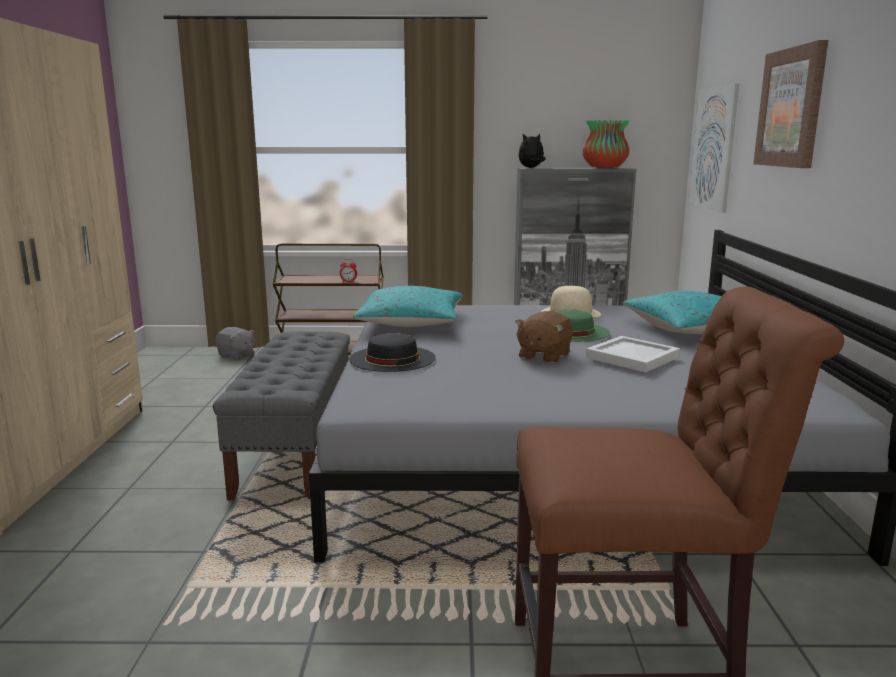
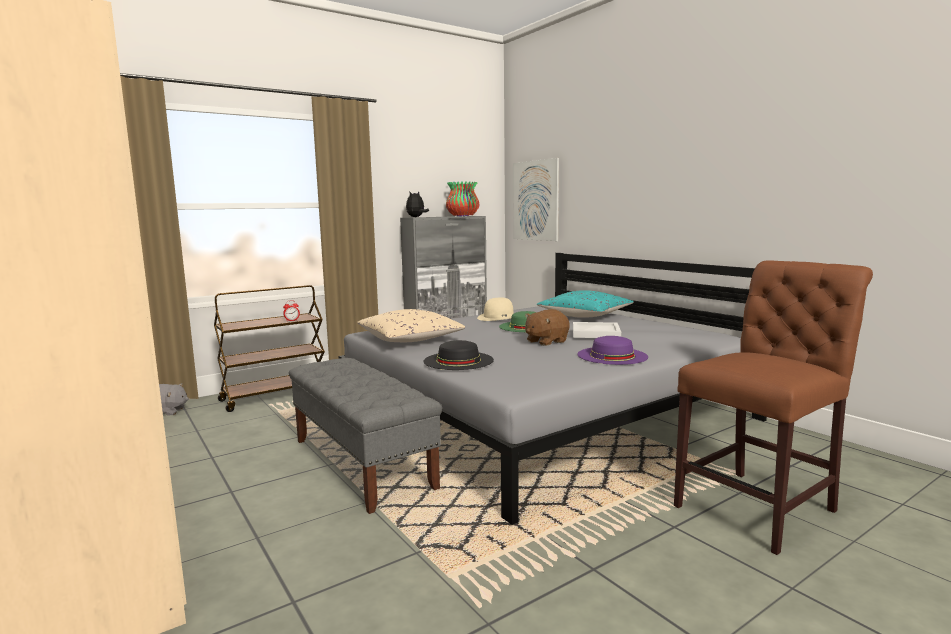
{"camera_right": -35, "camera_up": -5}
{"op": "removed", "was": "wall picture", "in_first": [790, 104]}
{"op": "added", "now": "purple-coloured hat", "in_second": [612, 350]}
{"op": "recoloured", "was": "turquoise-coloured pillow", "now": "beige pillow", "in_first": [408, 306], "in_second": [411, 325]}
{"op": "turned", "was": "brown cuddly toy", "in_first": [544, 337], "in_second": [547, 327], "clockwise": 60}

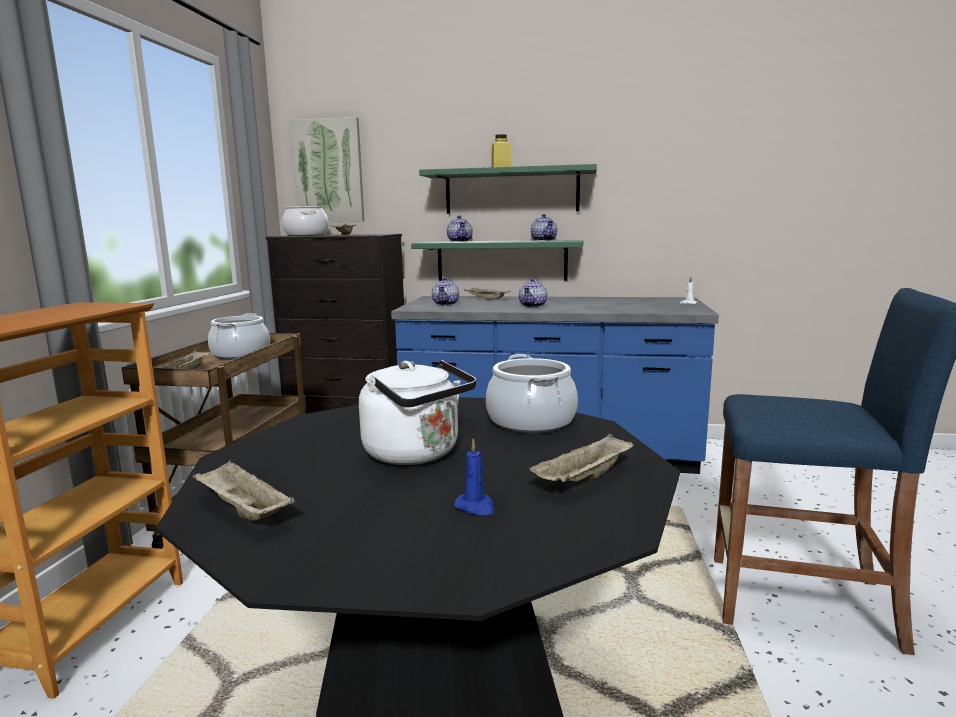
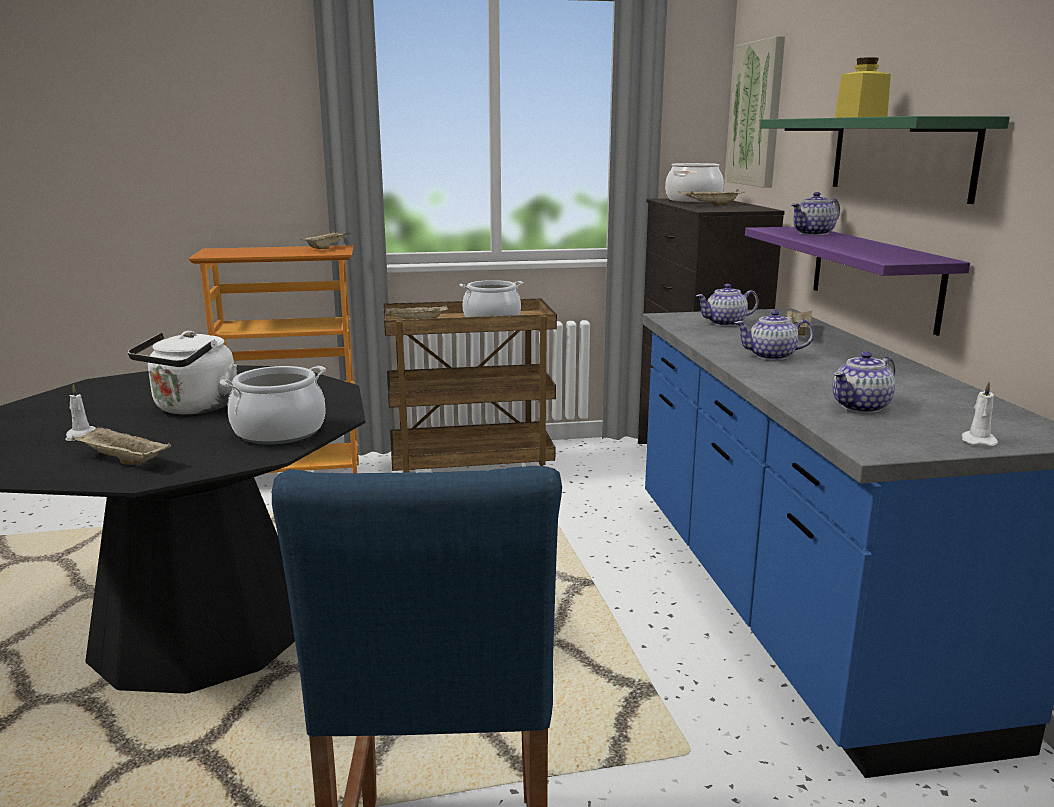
{"camera_right": 70, "camera_up": 5}
{"op": "moved", "was": "beige tray", "in_first": [244, 491], "in_second": [325, 239]}
{"op": "moved", "was": "tea pot", "in_first": [544, 227], "in_second": [864, 382]}
{"op": "recoloured", "was": "greenish bracket shelf", "now": "purple-coloured bracket shelf", "in_first": [497, 260], "in_second": [857, 281]}
{"op": "recoloured", "was": "blue wax candle", "now": "whitish wax candle", "in_first": [474, 476], "in_second": [80, 413]}

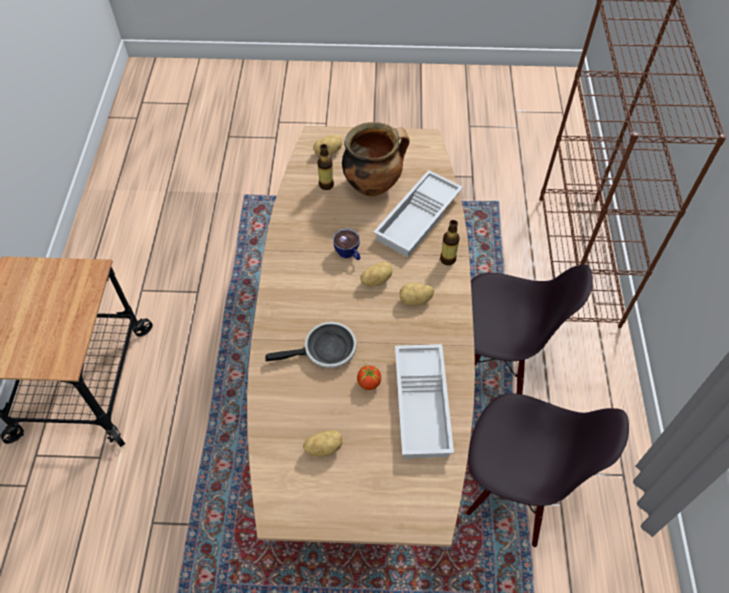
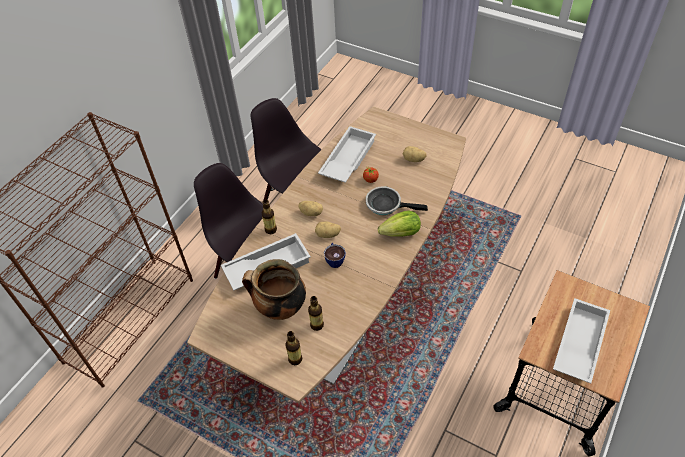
{"camera_right": -150, "camera_up": -5}
{"op": "added", "now": "lettuce", "in_second": [399, 223]}
{"op": "added", "now": "whitish tray", "in_second": [581, 340]}
{"op": "replaced", "was": "whole potato", "now": "beverage bottle", "in_first": [327, 145], "in_second": [293, 348]}

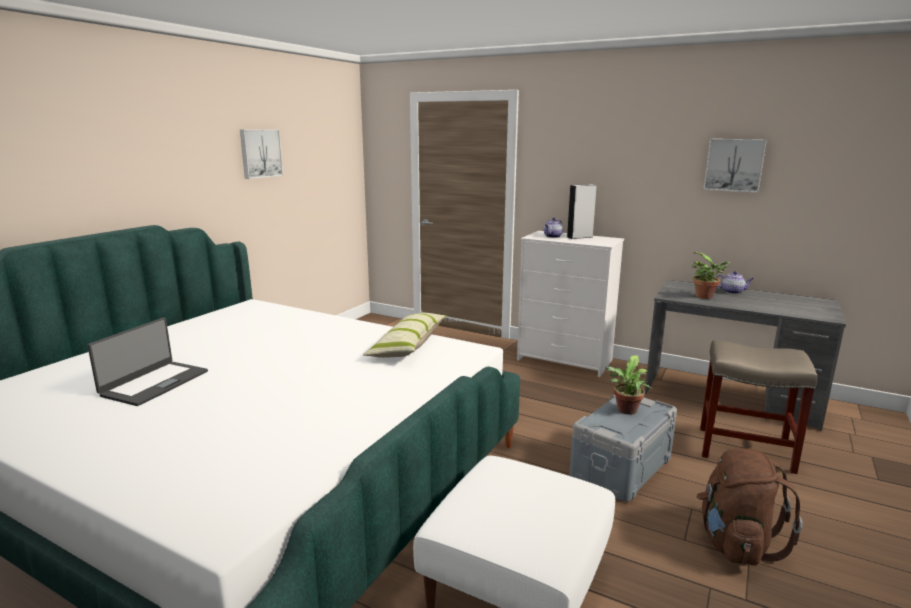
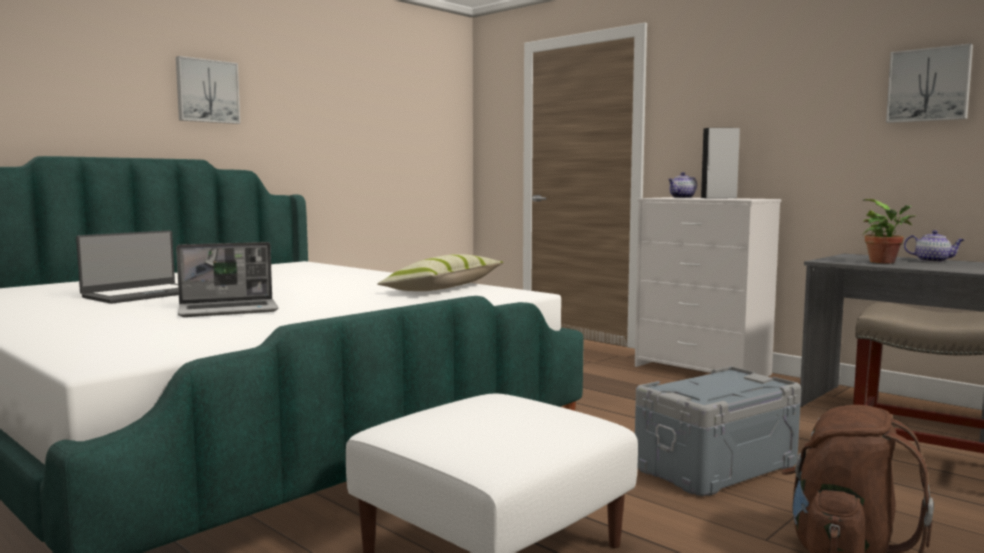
{"camera_right": 15, "camera_up": -10}
{"op": "removed", "was": "houseplant", "in_first": [629, 385]}
{"op": "added", "now": "portable computer", "in_second": [227, 279]}
{"op": "moved", "was": "wall picture", "in_first": [261, 154], "in_second": [208, 90]}

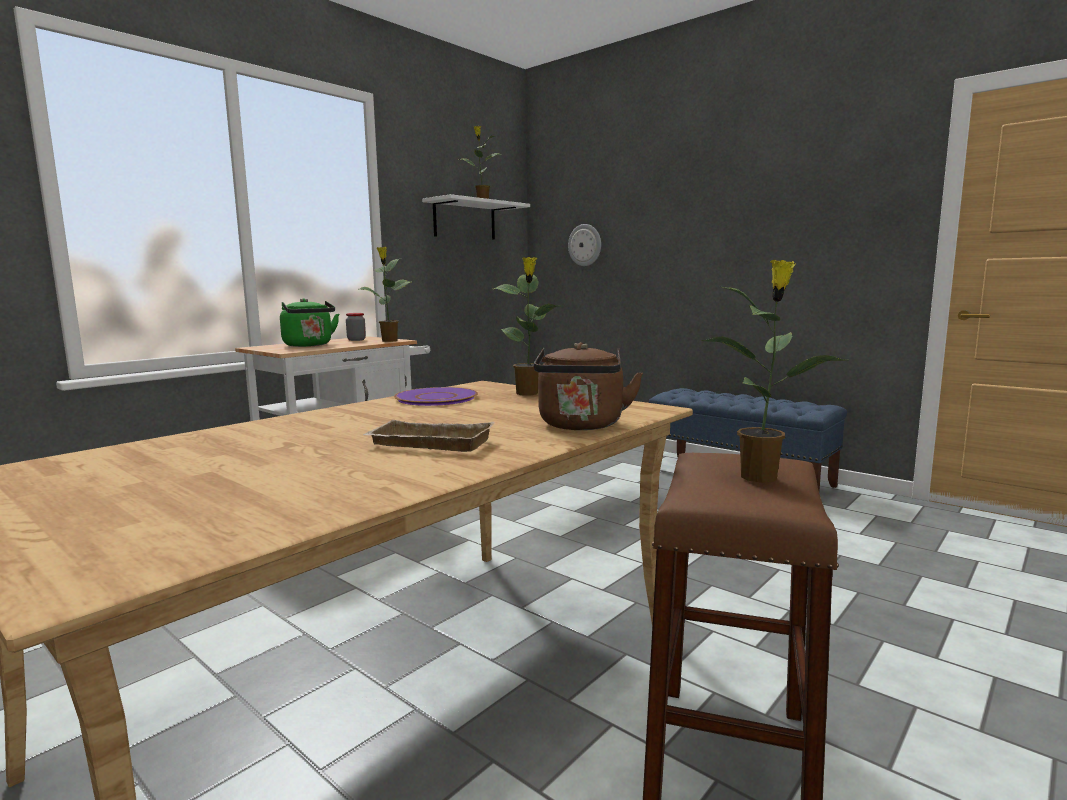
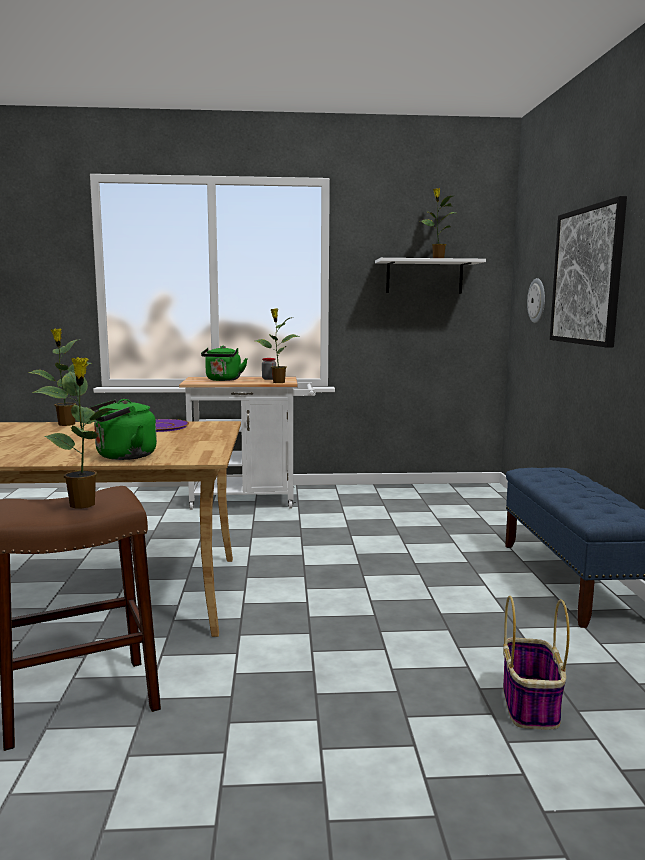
{"camera_right": 45, "camera_up": 0}
{"op": "removed", "was": "beige tray", "in_first": [428, 436]}
{"op": "added", "now": "storage basket", "in_second": [536, 663]}
{"op": "added", "now": "wall picture", "in_second": [588, 272]}
{"op": "moved", "was": "houseplant", "in_first": [526, 326], "in_second": [60, 377]}
{"op": "recoloured", "was": "brown tea kettle", "now": "greenish tea kettle", "in_first": [588, 386], "in_second": [123, 429]}

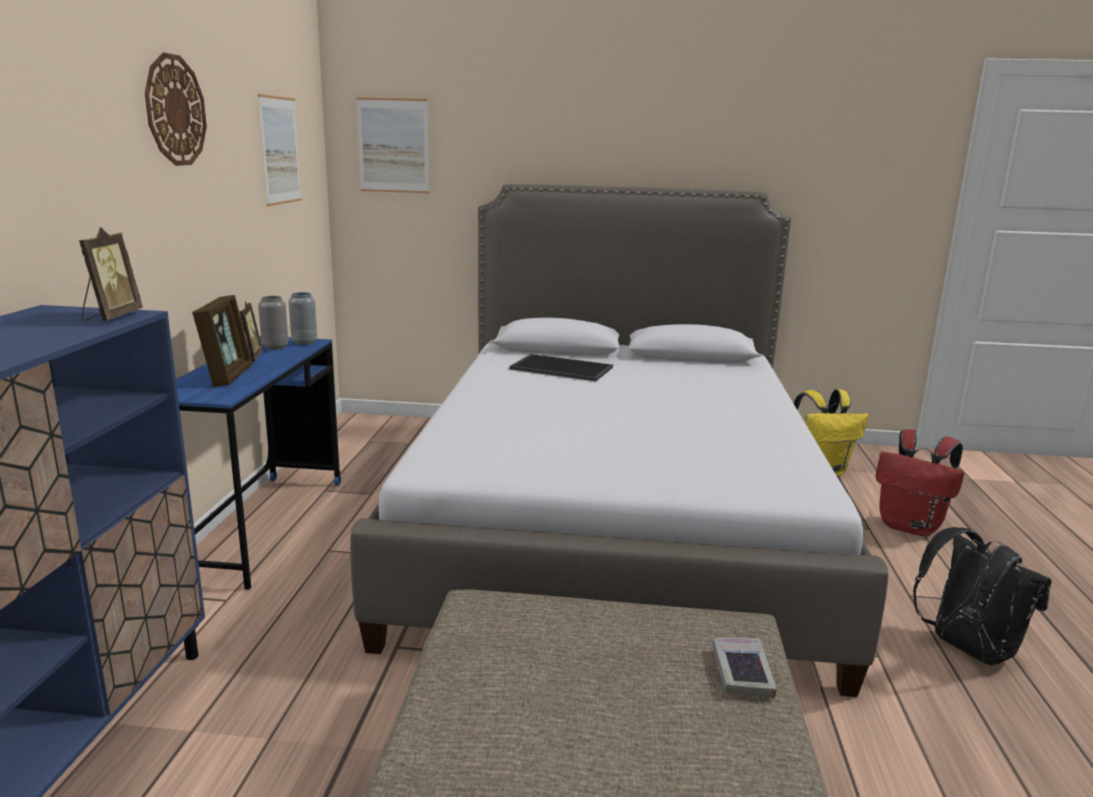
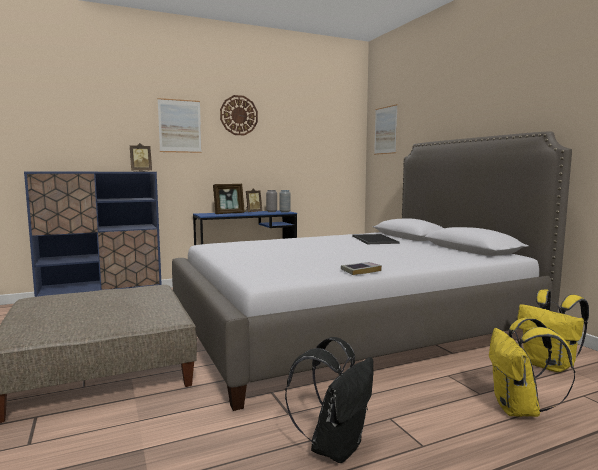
{"camera_right": 60, "camera_up": -10}
{"op": "moved", "was": "wall picture", "in_first": [280, 150], "in_second": [180, 125]}
{"op": "moved", "was": "bound book", "in_first": [744, 667], "in_second": [361, 268]}
{"op": "recoloured", "was": "red-coloured backpack", "now": "yellowish backpack", "in_first": [920, 482], "in_second": [532, 367]}

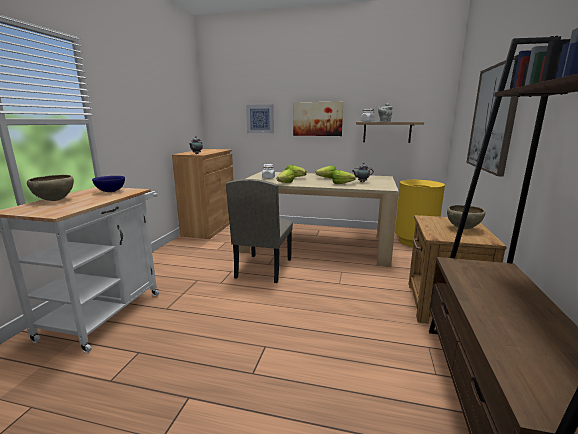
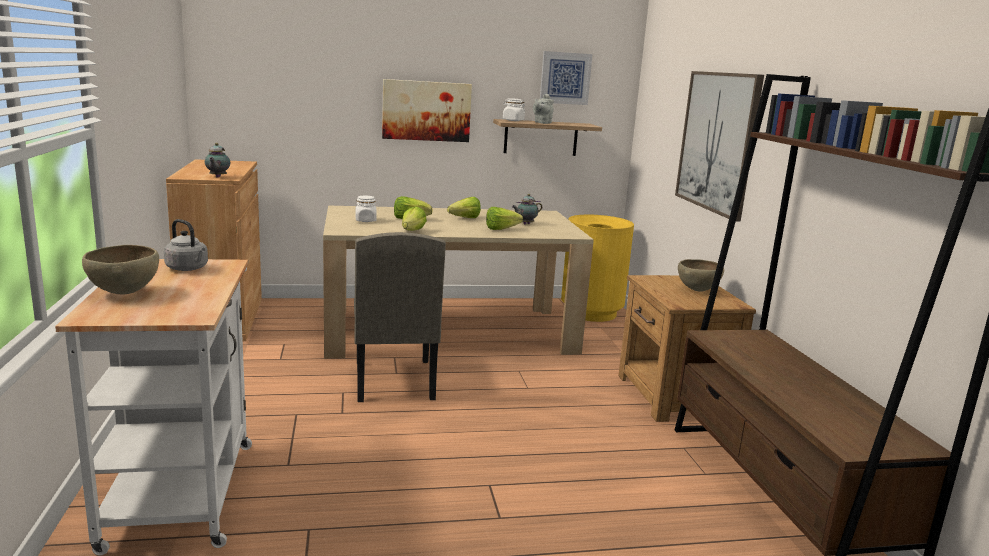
{"camera_right": -25, "camera_up": 0}
{"op": "moved", "was": "wall picture", "in_first": [260, 118], "in_second": [566, 78]}
{"op": "replaced", "was": "blue serving bowl", "now": "greyish tea kettle", "in_first": [108, 184], "in_second": [186, 245]}

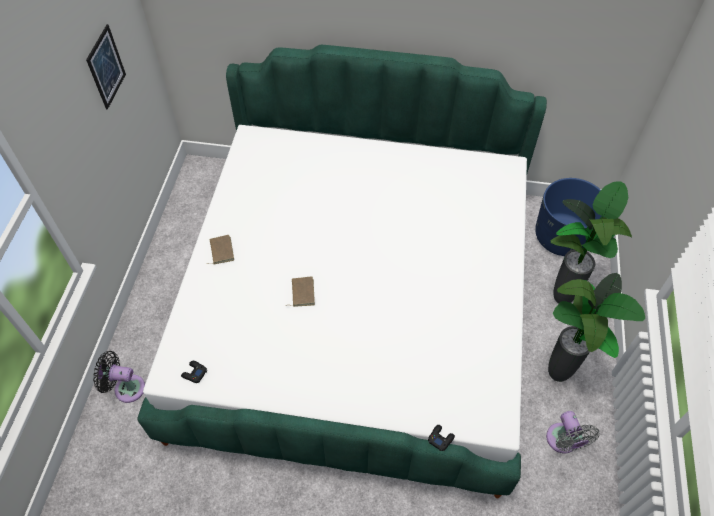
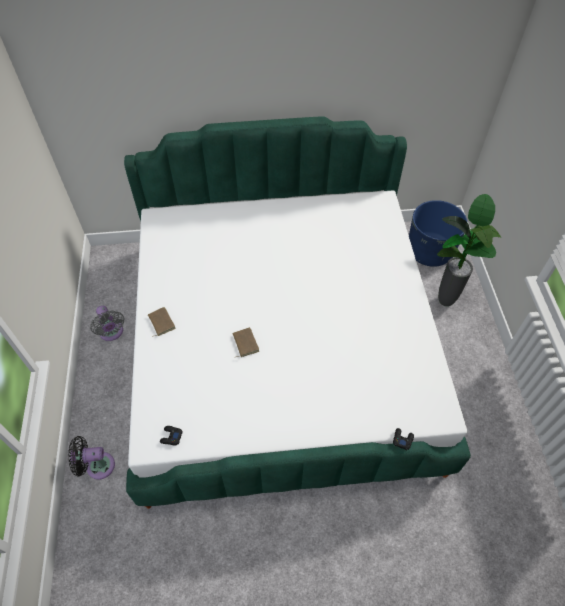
{"camera_right": -15, "camera_up": 0}
{"op": "removed", "was": "wall picture", "in_first": [106, 66]}
{"op": "removed", "was": "houseplant", "in_first": [596, 327]}
{"op": "moved", "was": "greyish fan", "in_first": [573, 432], "in_second": [107, 323]}

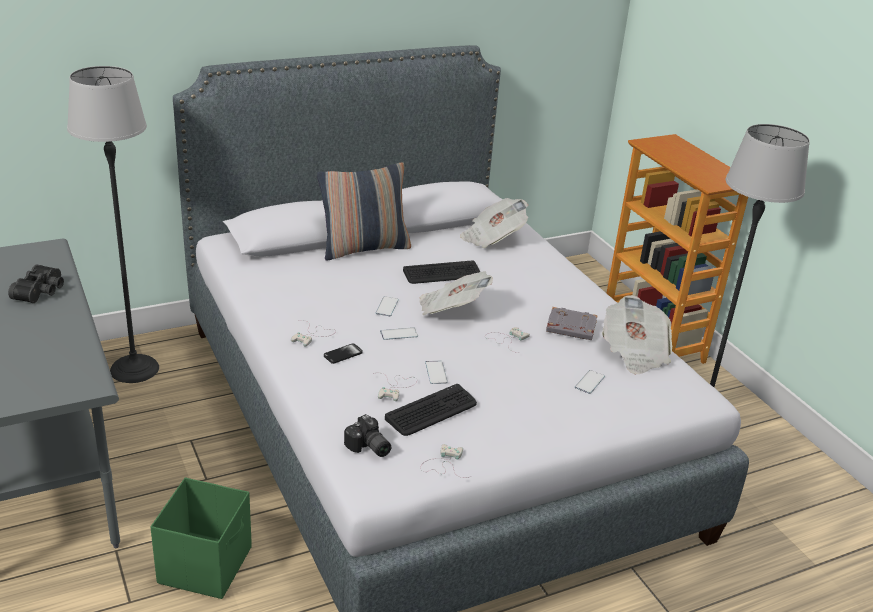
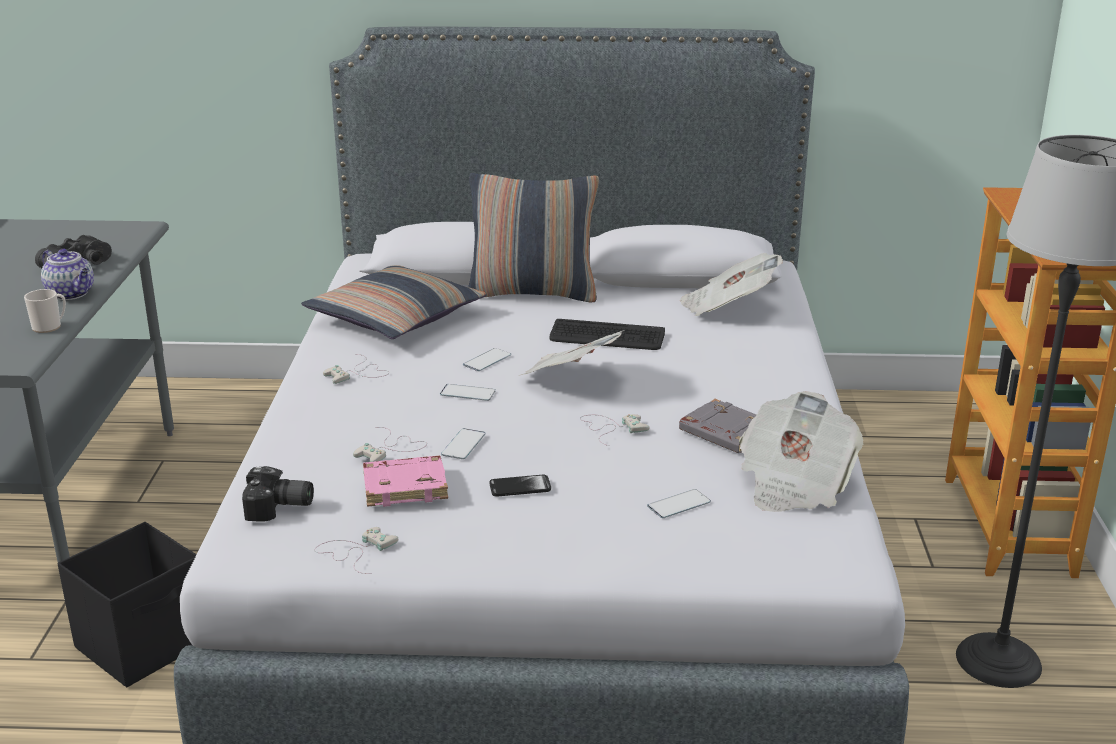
{"camera_right": 30, "camera_up": -5}
{"op": "removed", "was": "standard lamp", "in_first": [113, 224]}
{"op": "added", "now": "coffee mug", "in_second": [45, 311]}
{"op": "added", "now": "tea pot", "in_second": [67, 274]}
{"op": "added", "now": "pillow", "in_second": [393, 302]}
{"op": "moved", "was": "telephone", "in_first": [343, 354], "in_second": [520, 486]}
{"op": "replaced", "was": "PC keyboard", "now": "pinkish bound book", "in_first": [431, 410], "in_second": [405, 481]}
{"op": "recoloured", "was": "greenish storage box", "now": "black storage box", "in_first": [201, 538], "in_second": [127, 604]}
{"op": "turned", "was": "still camera", "in_first": [368, 435], "in_second": [278, 494], "clockwise": -75}

